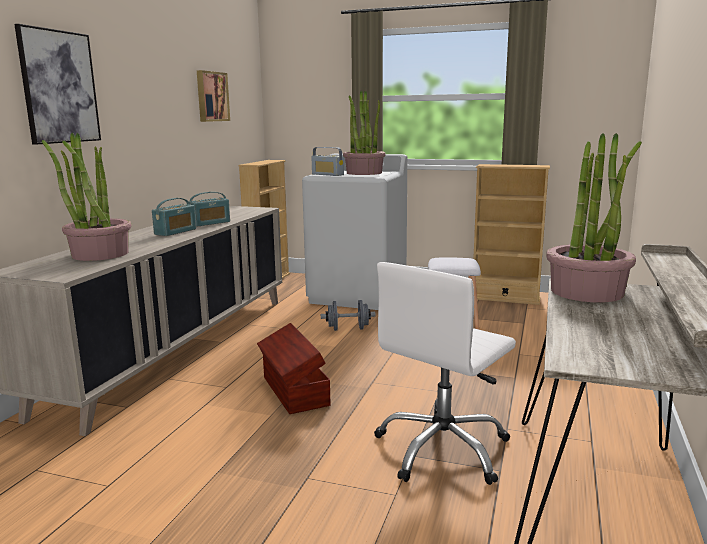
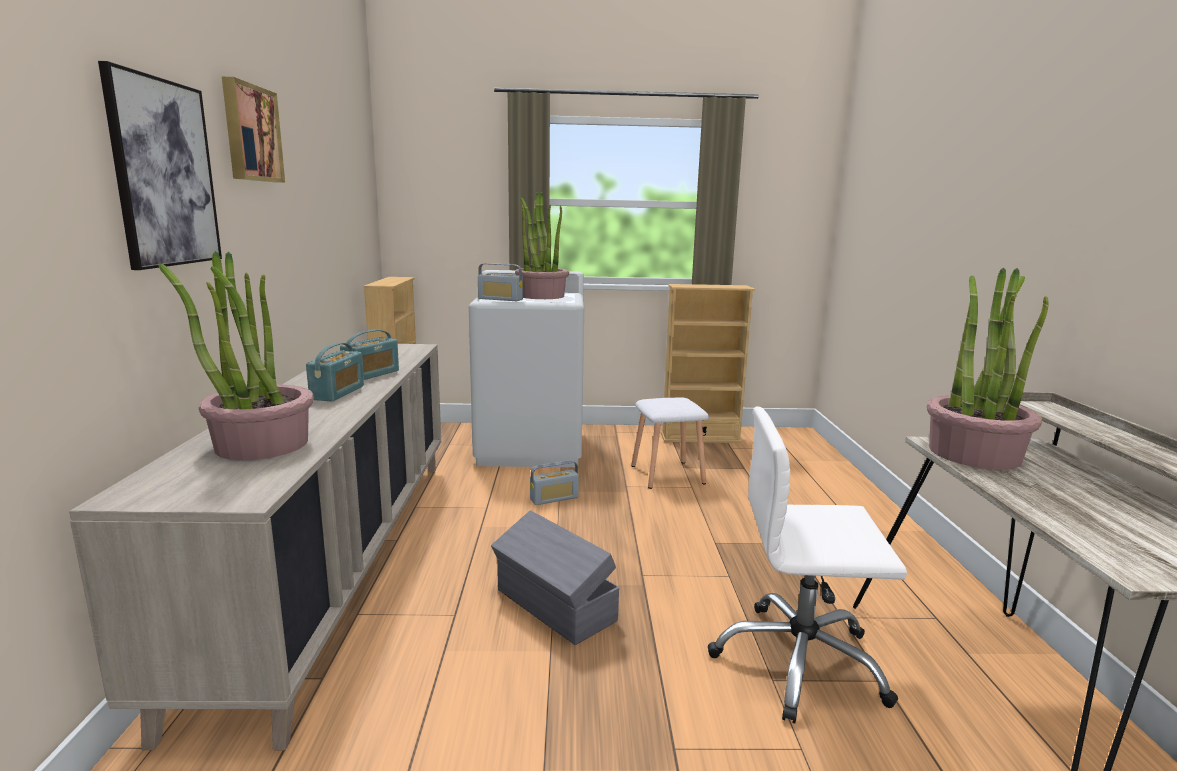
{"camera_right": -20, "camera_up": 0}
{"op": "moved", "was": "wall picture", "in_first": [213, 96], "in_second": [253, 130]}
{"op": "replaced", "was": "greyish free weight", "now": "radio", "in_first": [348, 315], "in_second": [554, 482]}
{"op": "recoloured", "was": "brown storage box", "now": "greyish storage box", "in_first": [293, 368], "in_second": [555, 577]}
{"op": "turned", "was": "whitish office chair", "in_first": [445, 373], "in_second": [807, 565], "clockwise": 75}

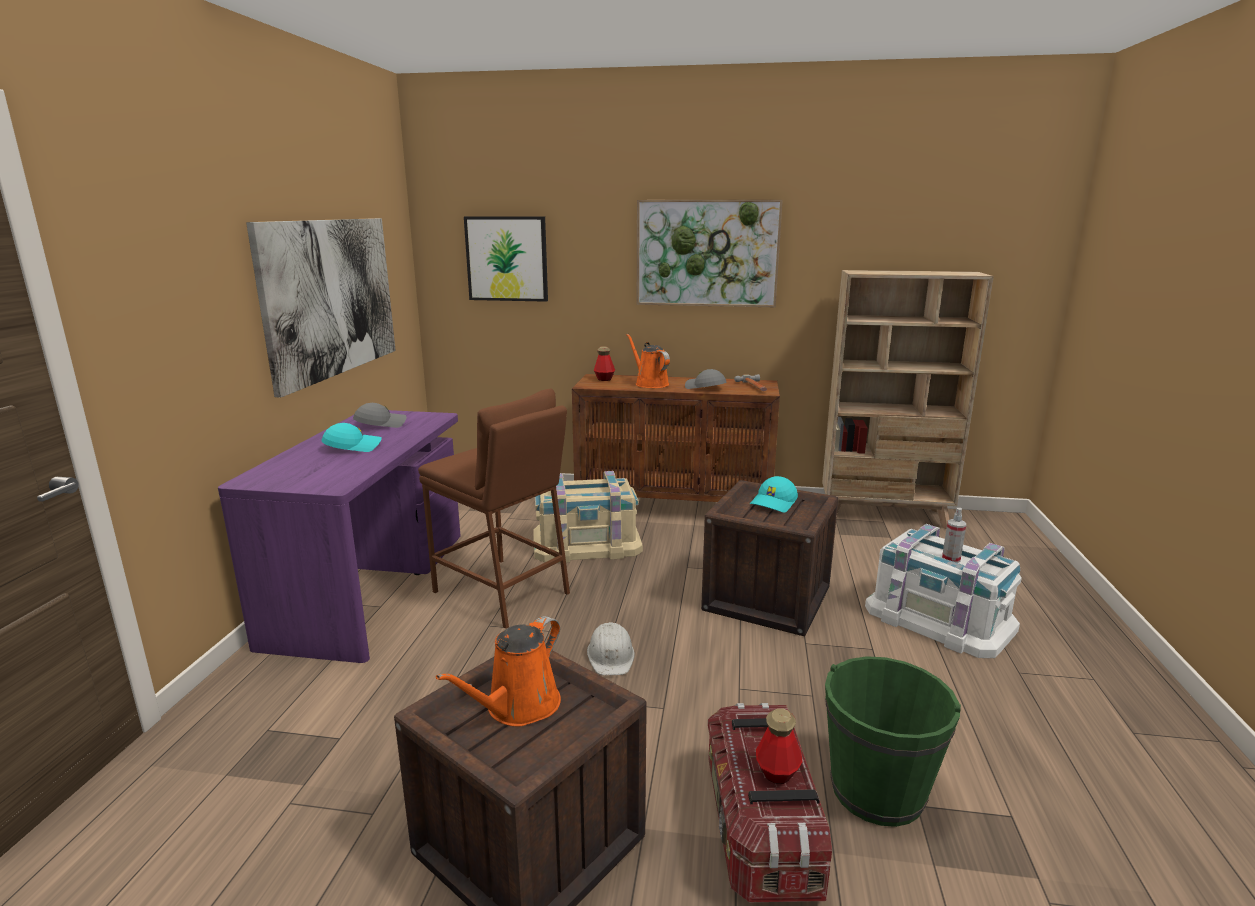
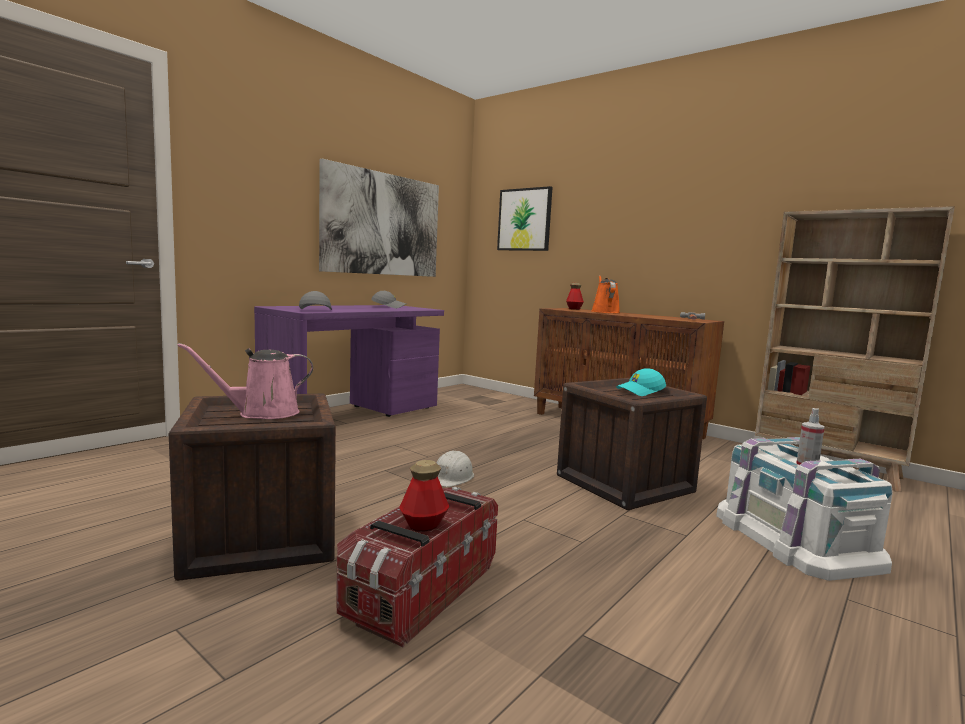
{"camera_right": 30, "camera_up": -10}
{"op": "removed", "was": "turquoise-coloured peaked cap", "in_first": [351, 437]}
{"op": "removed", "was": "brown stool seat", "in_first": [494, 509]}
{"op": "removed", "was": "beige storage box", "in_first": [588, 517]}
{"op": "removed", "was": "wall picture", "in_first": [710, 253]}
{"op": "removed", "was": "greenish water bucket", "in_first": [893, 741]}
{"op": "moved", "was": "greyish peaked cap", "in_first": [706, 379], "in_second": [315, 300]}
{"op": "recoloured", "was": "orangey sprinkling can", "now": "pinkish sprinkling can", "in_first": [498, 671], "in_second": [245, 381]}

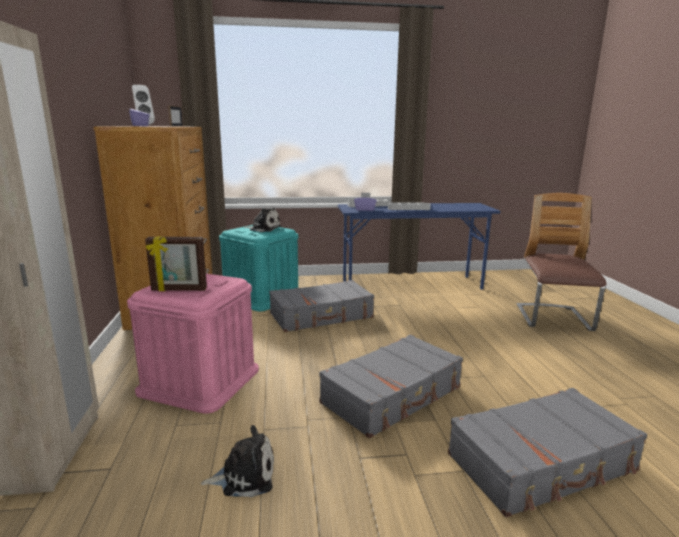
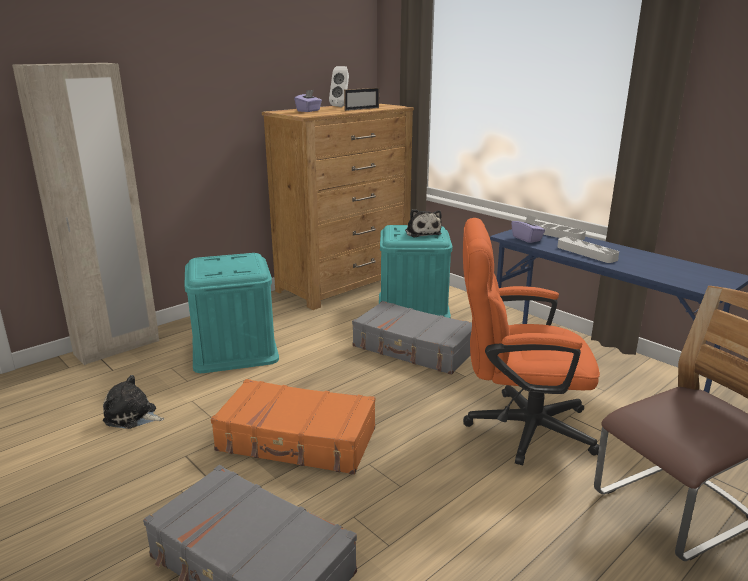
{"camera_right": 55, "camera_up": 5}
{"op": "removed", "was": "photo frame", "in_first": [176, 264]}
{"op": "added", "now": "orangey office chair", "in_second": [531, 341]}
{"op": "recoloured", "was": "pinkish storage box", "now": "turquoise-coloured storage box", "in_first": [193, 344], "in_second": [231, 313]}
{"op": "recoloured", "was": "greyish travel case", "now": "orangey travel case", "in_first": [391, 386], "in_second": [293, 427]}
{"op": "turned", "was": "cuddly toy", "in_first": [237, 461], "in_second": [133, 402], "clockwise": 150}

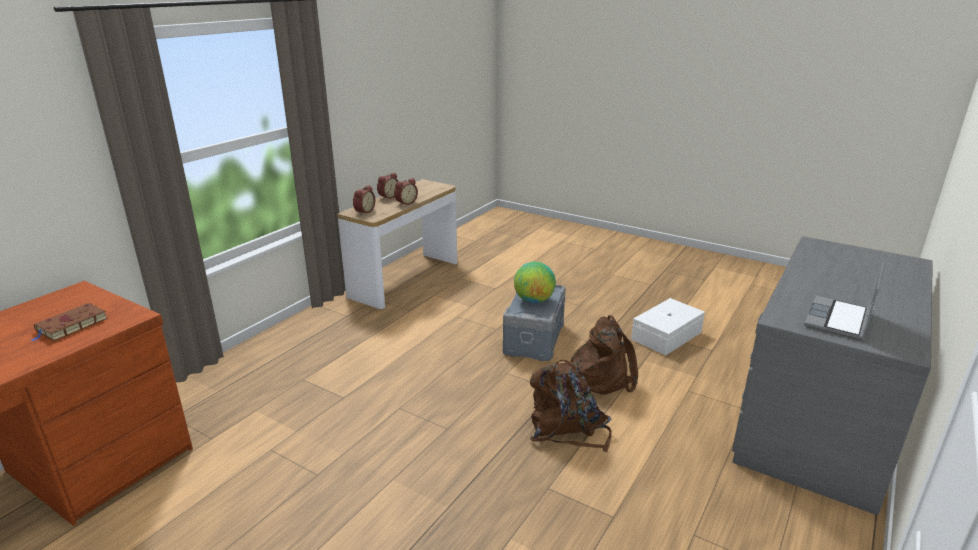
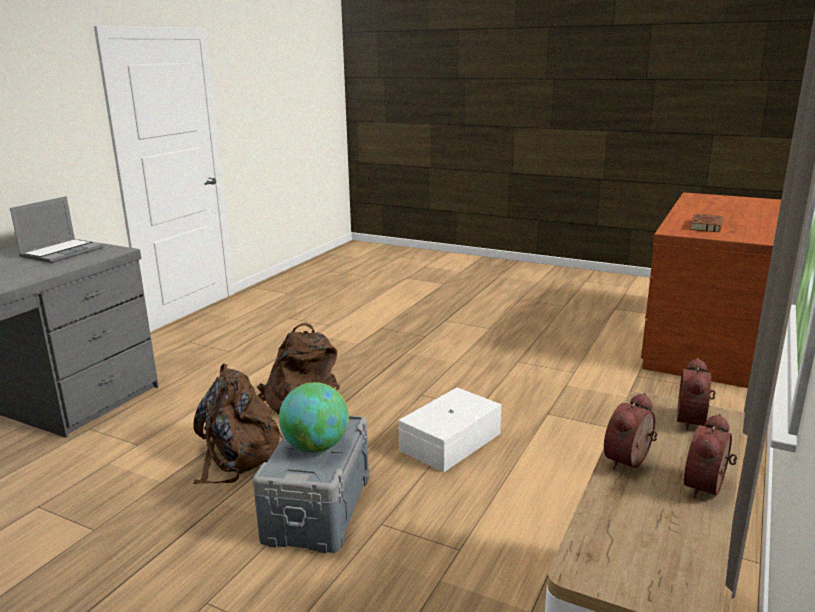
{"camera_right": 175, "camera_up": -5}
{"op": "moved", "was": "whitish storage box", "in_first": [668, 327], "in_second": [449, 429]}

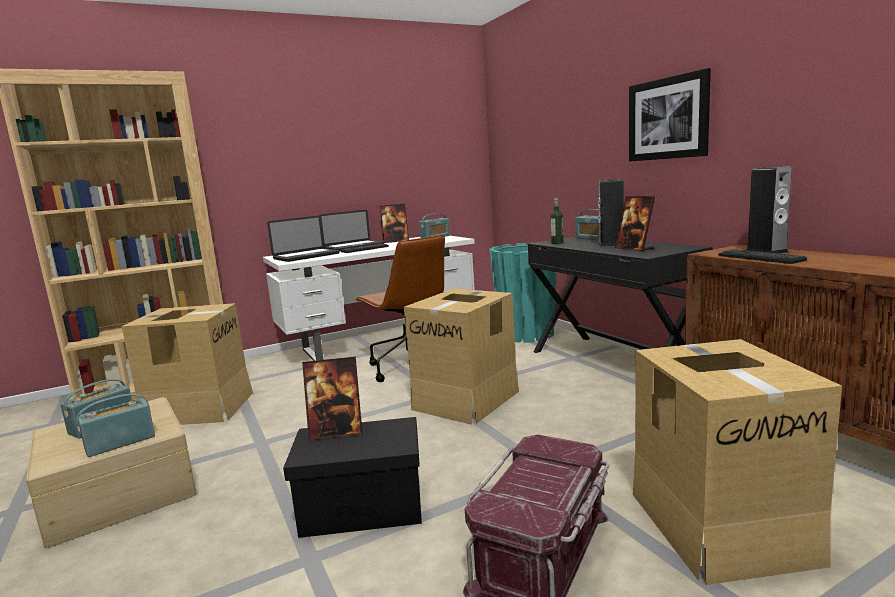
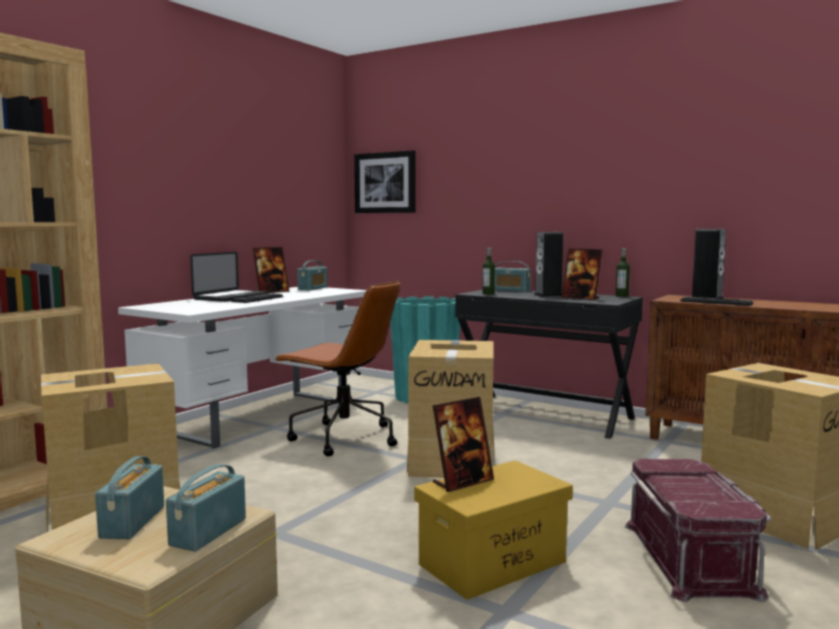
{"camera_right": -30, "camera_up": -5}
{"op": "removed", "was": "portable computer", "in_first": [303, 239]}
{"op": "added", "now": "beverage bottle", "in_second": [623, 272]}
{"op": "moved", "was": "wall picture", "in_first": [670, 115], "in_second": [384, 181]}
{"op": "recoloured", "was": "black storage box", "now": "yellowish storage box", "in_first": [352, 477], "in_second": [493, 530]}

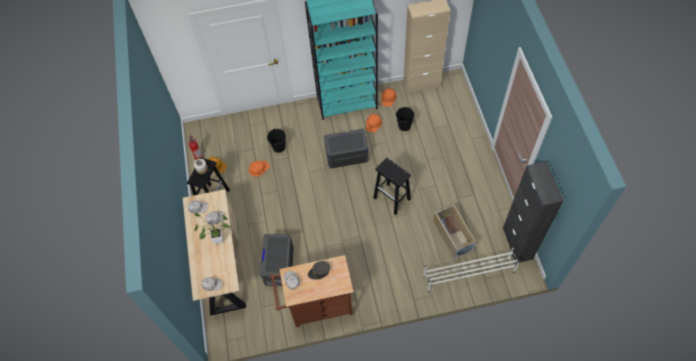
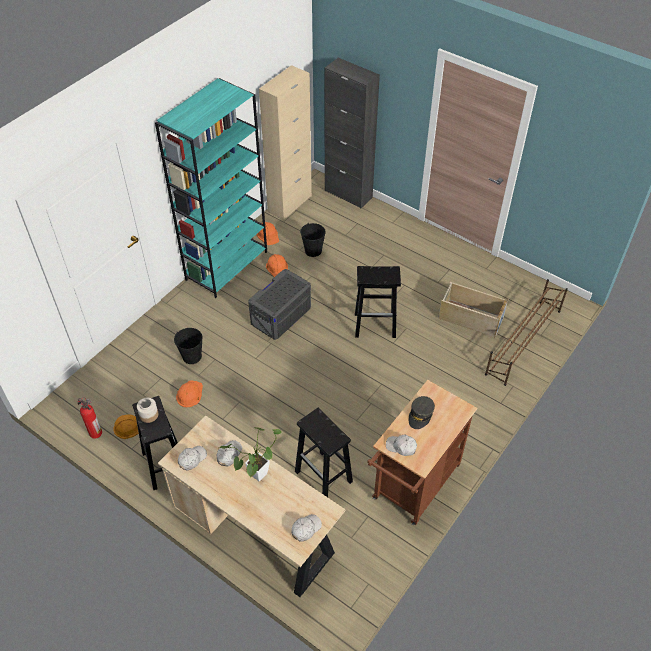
{"camera_right": -45, "camera_up": -10}
{"op": "moved", "was": "black cupboard", "in_first": [533, 212], "in_second": [352, 133]}
{"op": "replaced", "was": "greyish storage box", "now": "black stool seat", "in_first": [277, 260], "in_second": [324, 452]}
{"op": "recoloured", "was": "whitish shoe rack", "now": "brown shoe rack", "in_first": [471, 269], "in_second": [526, 332]}

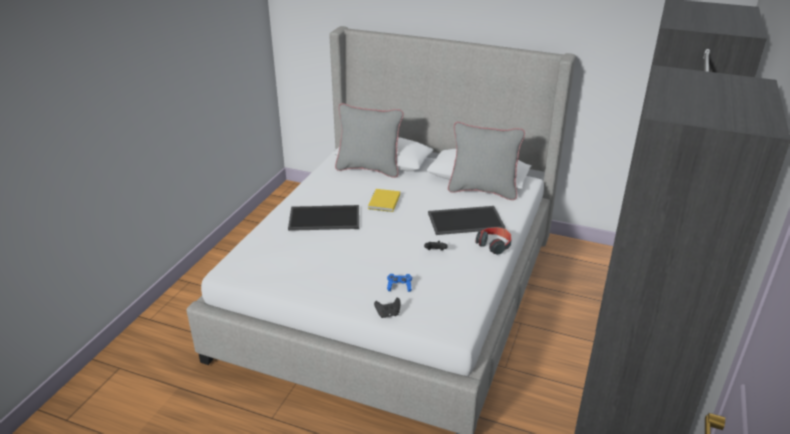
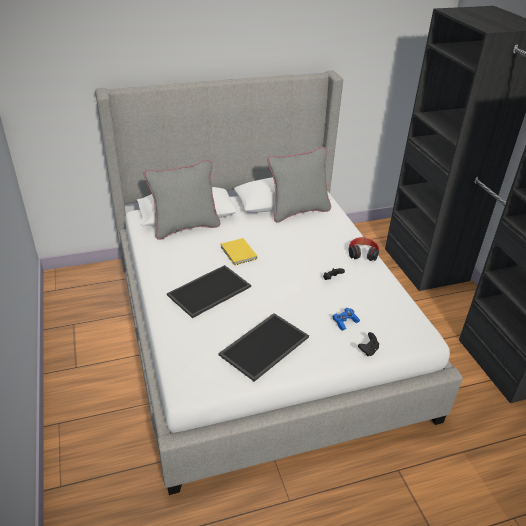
{"camera_right": -40, "camera_up": 5}
{"op": "moved", "was": "tray", "in_first": [466, 220], "in_second": [264, 347]}

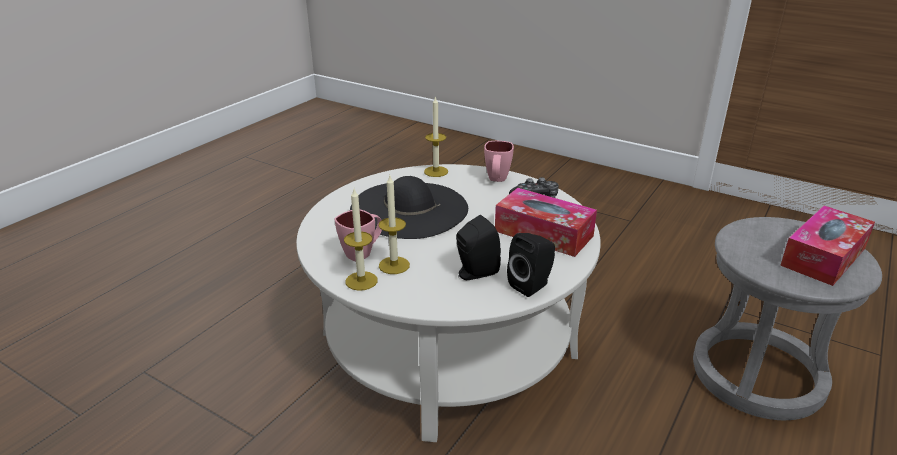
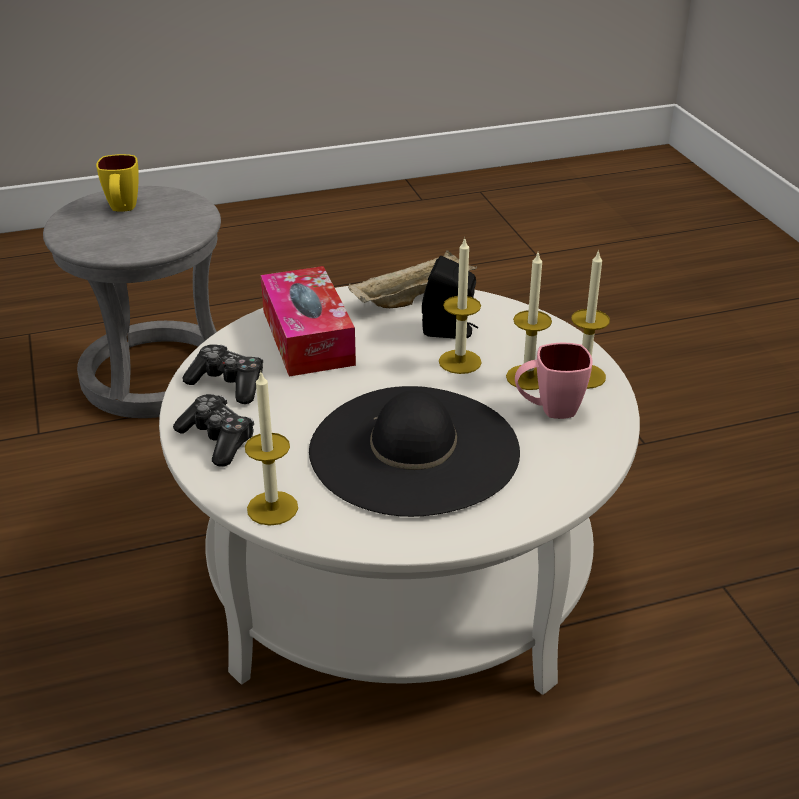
{"camera_right": -140, "camera_up": 5}
{"op": "added", "now": "wax candle", "in_second": [460, 305]}
{"op": "replaced", "was": "pinkish coffee mug", "now": "gamepad", "in_first": [499, 161], "in_second": [213, 430]}
{"op": "replaced", "was": "black loudspeaker", "now": "beige tray", "in_first": [531, 265], "in_second": [412, 279]}
{"op": "replaced", "was": "tissue holder", "now": "yellowish coffee mug", "in_first": [827, 246], "in_second": [117, 183]}

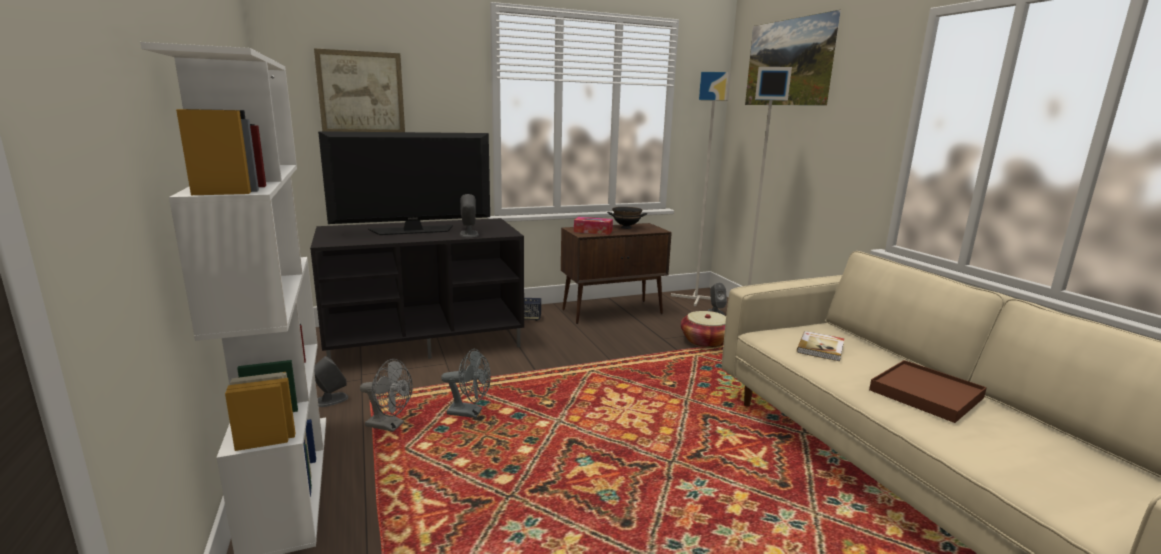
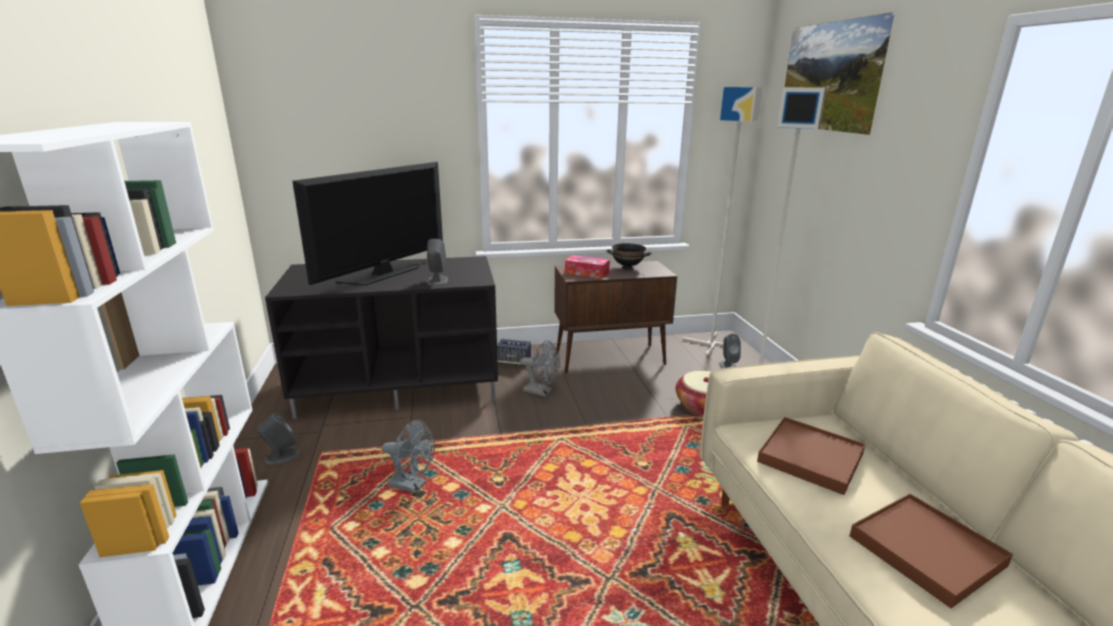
{"camera_right": 10, "camera_up": 5}
{"op": "removed", "was": "wall picture", "in_first": [359, 90]}
{"op": "moved", "was": "greyish fan", "in_first": [386, 395], "in_second": [540, 369]}
{"op": "replaced", "was": "bound book", "now": "brown tray", "in_first": [820, 346], "in_second": [811, 456]}
{"op": "turned", "was": "TV", "in_first": [404, 183], "in_second": [367, 224], "clockwise": -45}

